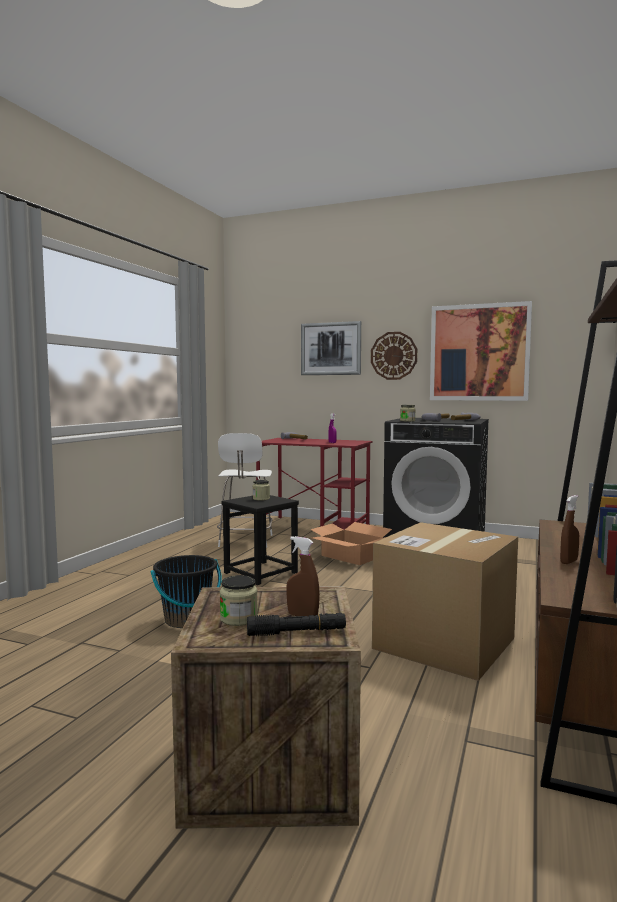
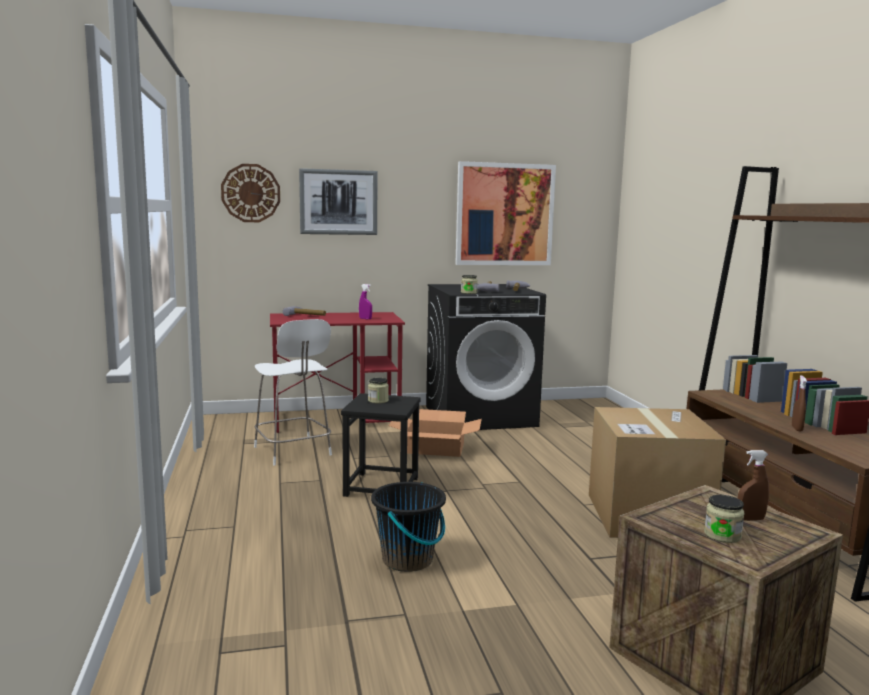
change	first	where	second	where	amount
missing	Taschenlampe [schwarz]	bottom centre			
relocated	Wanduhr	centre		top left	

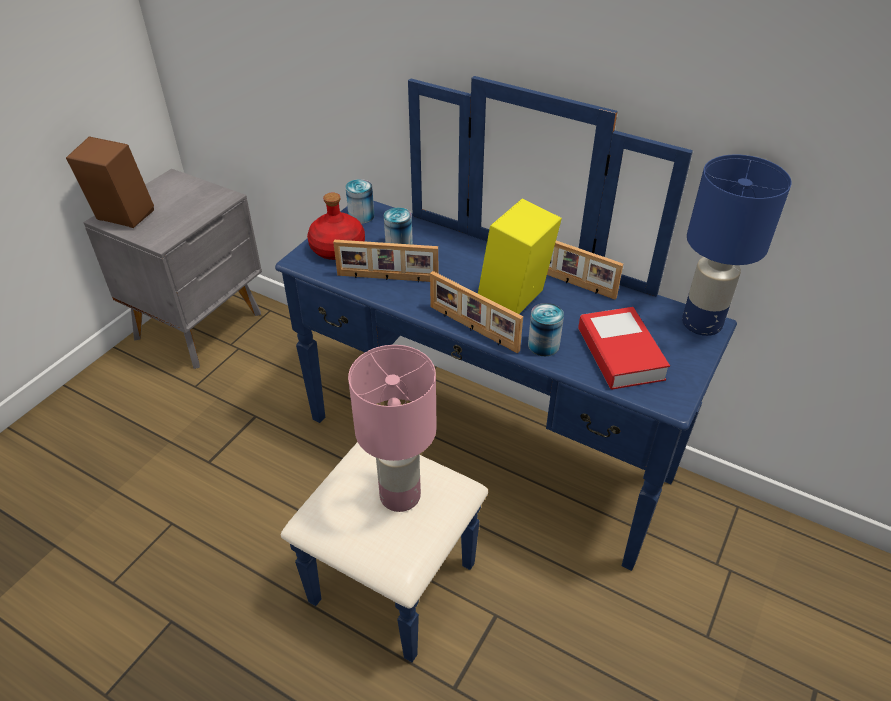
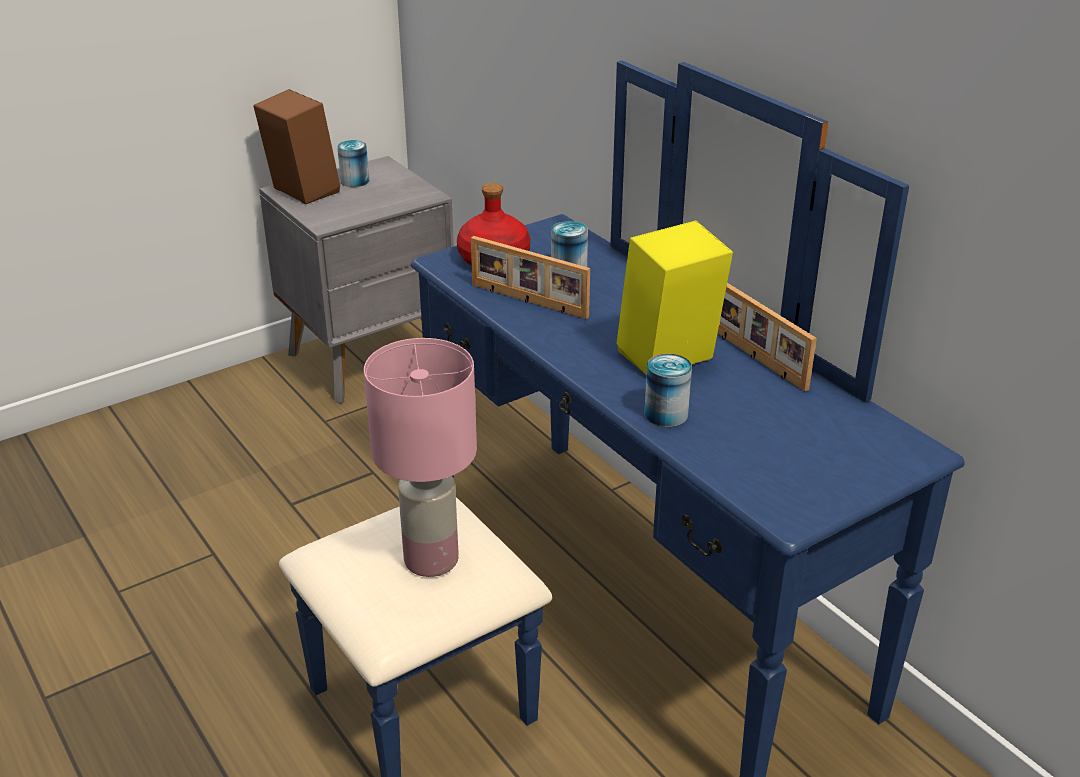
change	first	where	second	where	amount
relocated	Dose (no. 1 from left)	top centre		top left	
missing	Bilderrahmen (no. 2 from left)	centre			
missing	Buch	middle right			
missing	Tischlampe [blau]	middle right			

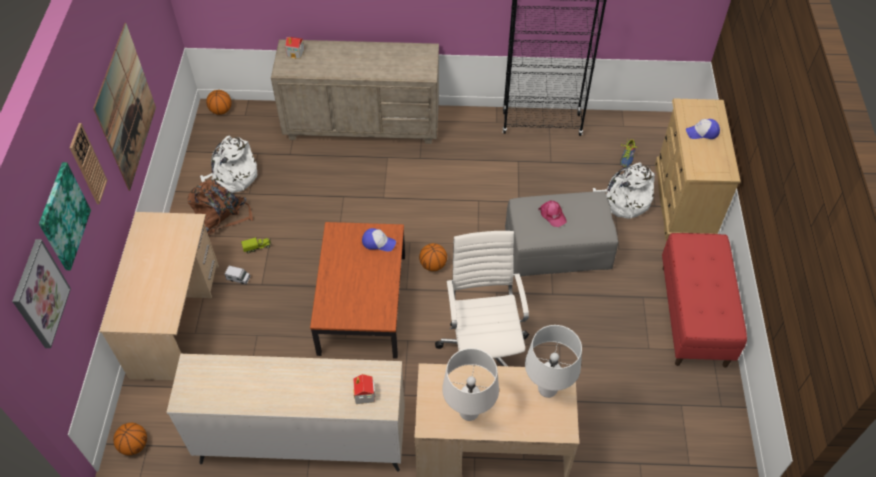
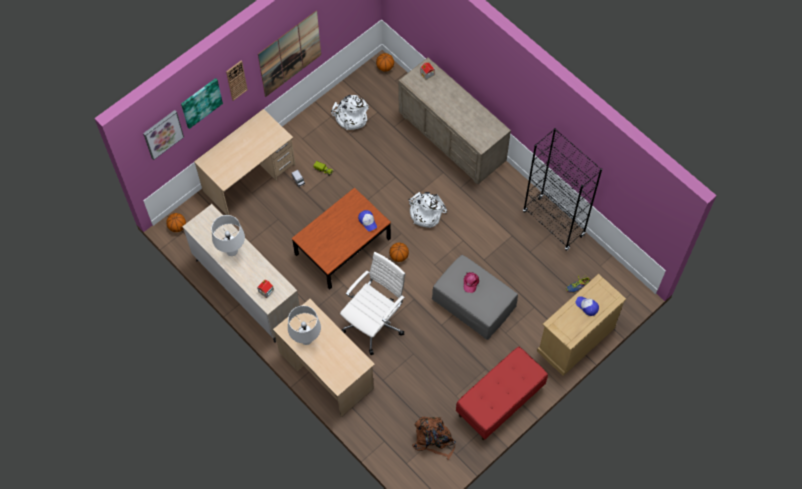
change	first	where	second	where	amount
relocated	Rucksack [braun]	middle left		bottom centre	
relocated	Tischlampe [weiß] (no. 2 from left in the first image)	bottom centre	Tischlampe [weiß] (no. 1 from left)	middle left	
relocated	Rucksack [weiß] (no. 2 from left)	middle right		centre	

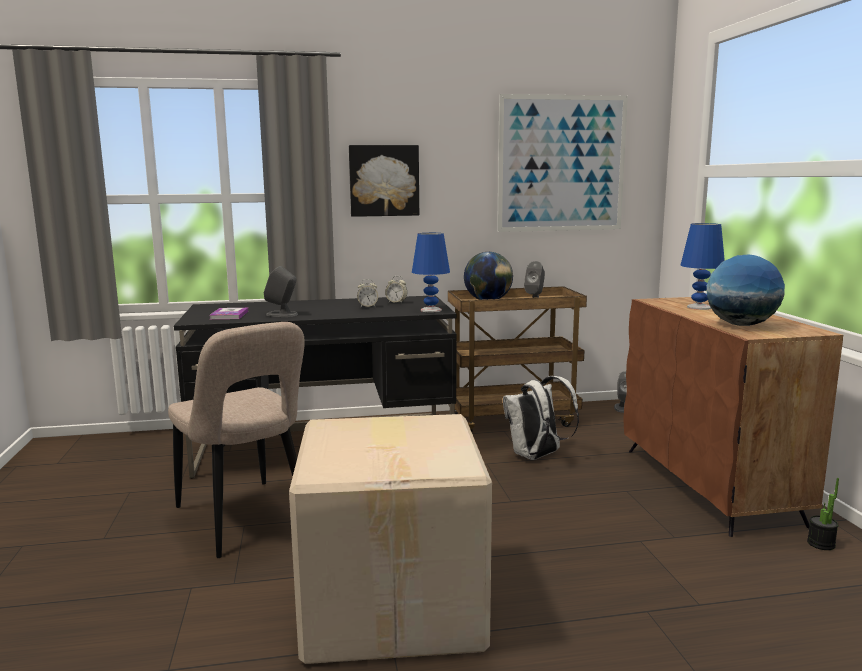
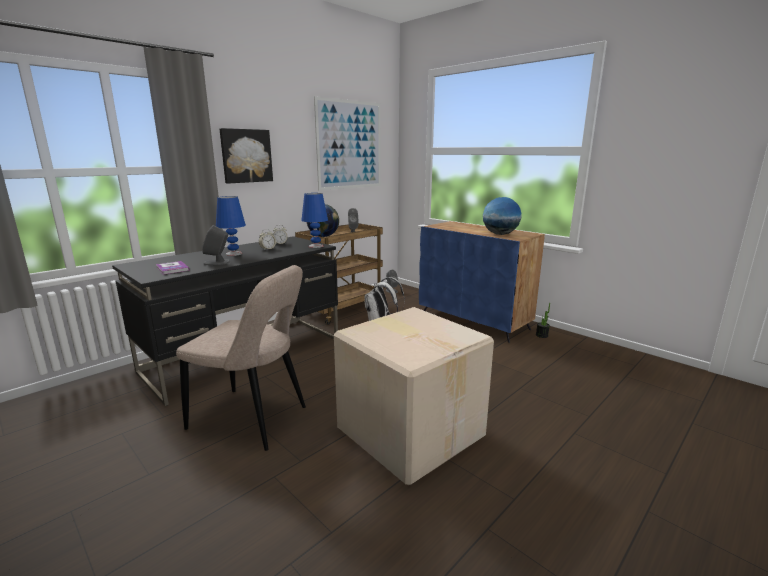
change	first	where	second	where	amount
colour	Schrank [braun]	middle right	Schrank [blau]	centre	
relocated	Tischlampe [blau] (no. 2 from left in the first image)	middle right	Tischlampe [blau] (no. 1 from left)	middle left	

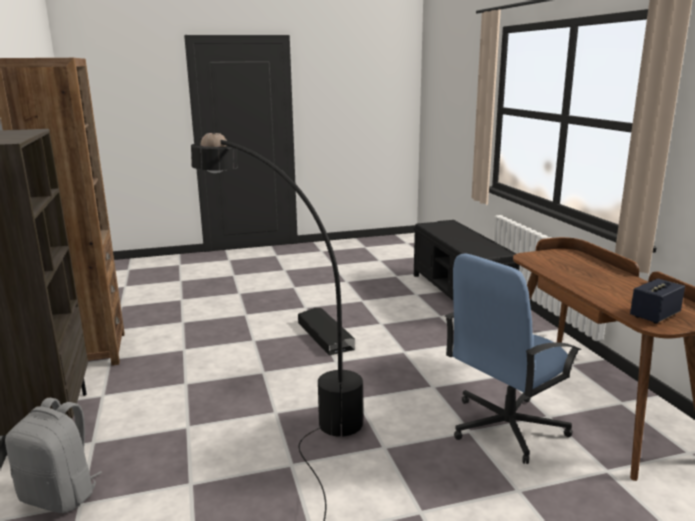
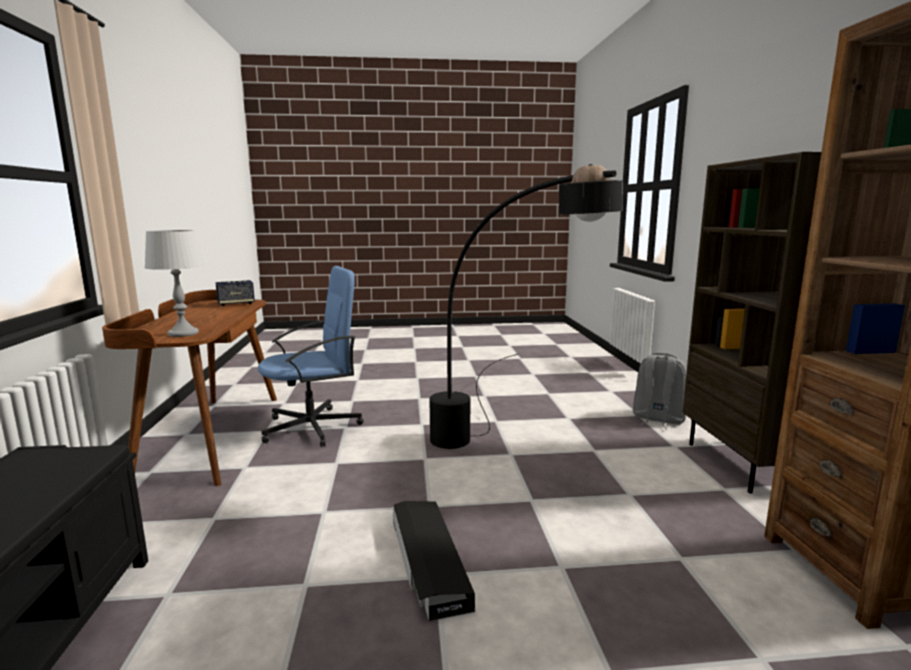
change	first	where	second	where	amount
appeared			Tischlampe [grau]	middle left	

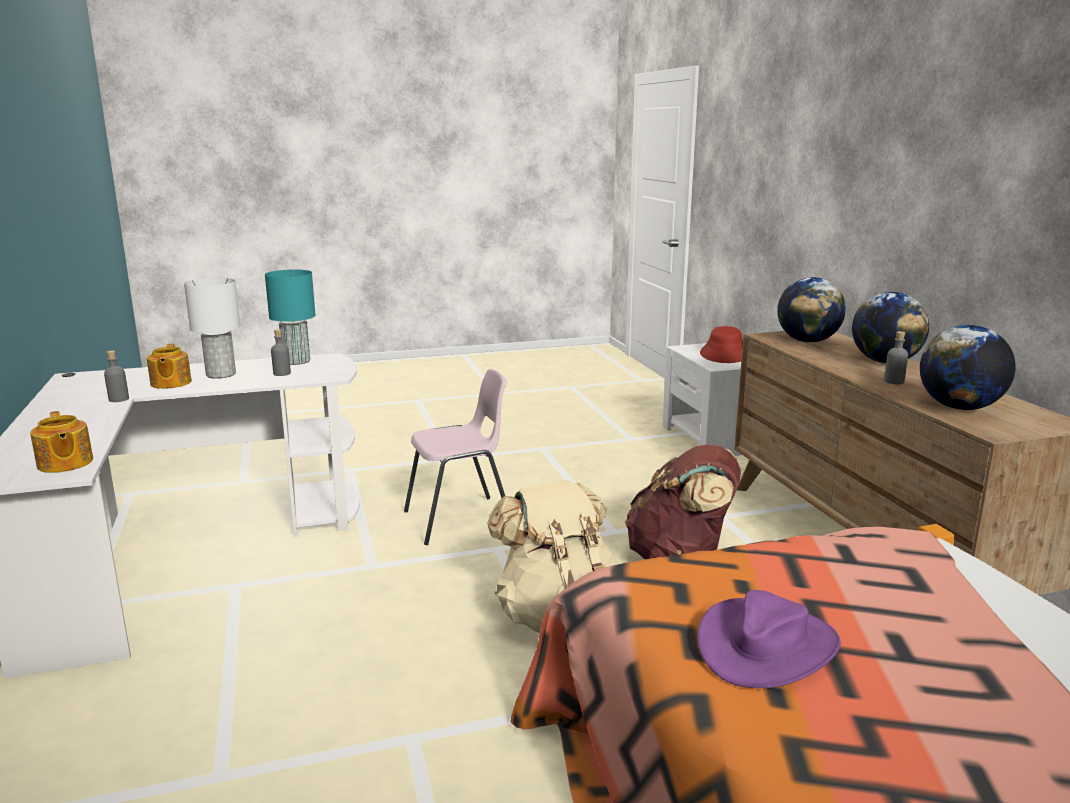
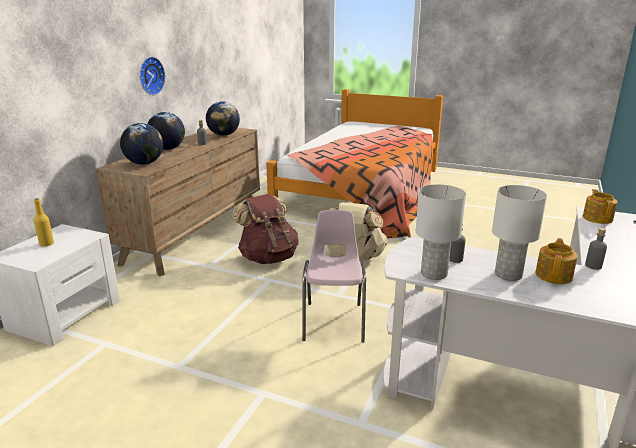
change	first	where	second	where	amount
colour	Tischlampe [türkis]	middle left	Tischlampe [weiß] (no. 1 from left)	middle right	
spun	Stuhl [rosa]	centre		centre	75 degrees clockwise
missing	Hut [lila]	bottom right			
exchanged	Hut [rot]	middle right	Flasche [gelb]	middle left	
appeared			Wanduhr	top left	

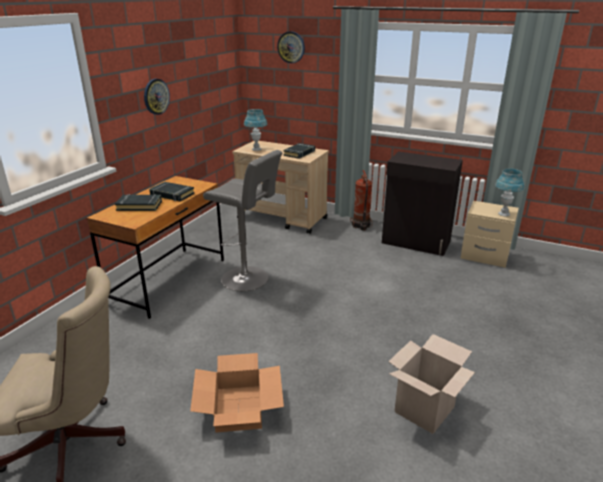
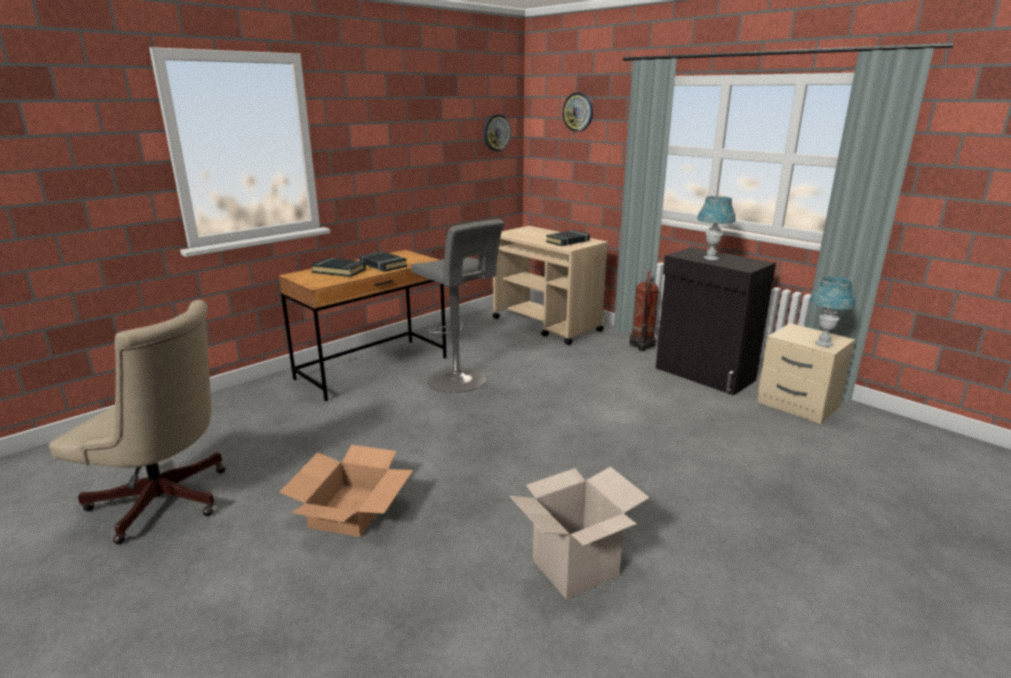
change	first	where	second	where	amount
relocated	Wanduhr (no. 1 from left)	top left		top centre	
relocated	Tischlampe [blau] (no. 1 from left)	top centre		middle right	

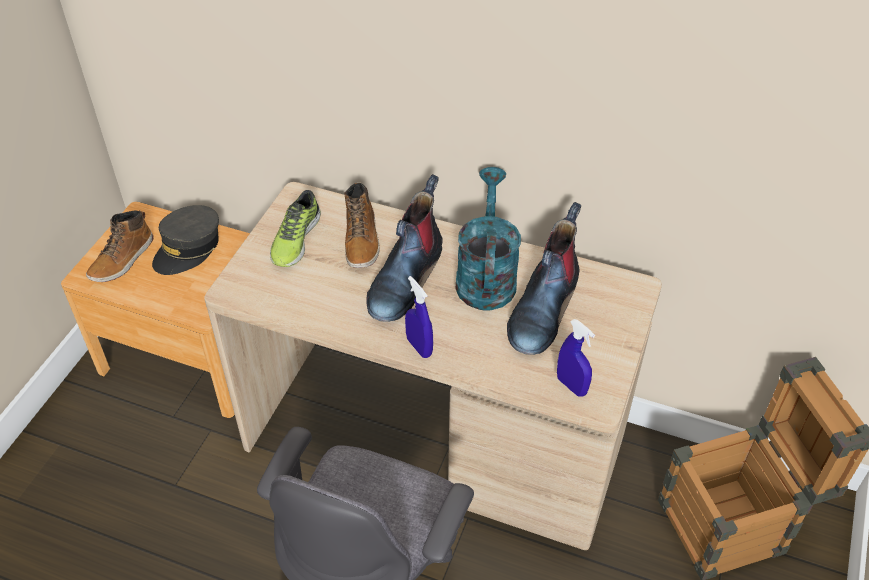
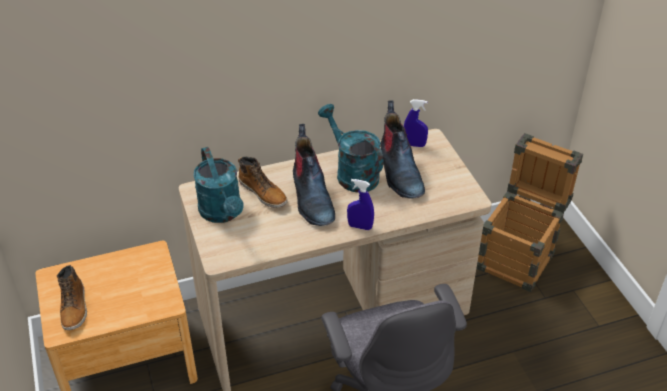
change	first	where	second	where	amount
missing	Kappe [grau]	middle left			
exchanged	Schuh	centre	Gießkanne [türkis] (no. 1 from left)	middle left	
relocated	Sprühflasche [blau] (no. 2 from left)	centre		top centre	

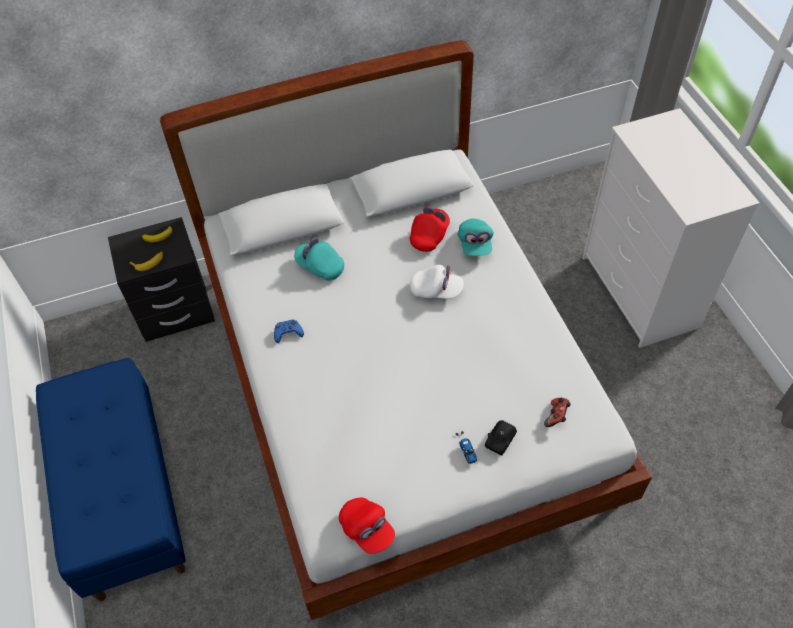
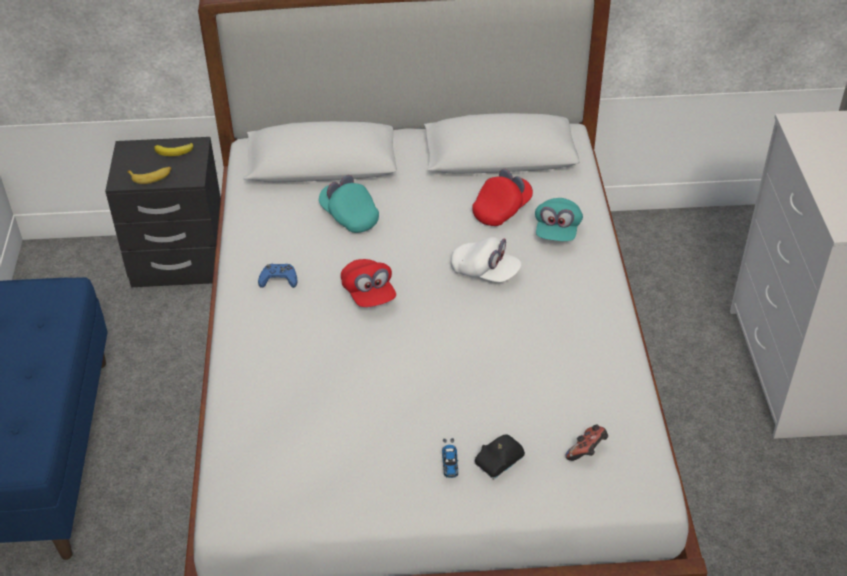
change	first	where	second	where	amount
relocated	Kappe [rot] (no. 1 from left)	bottom centre		centre	

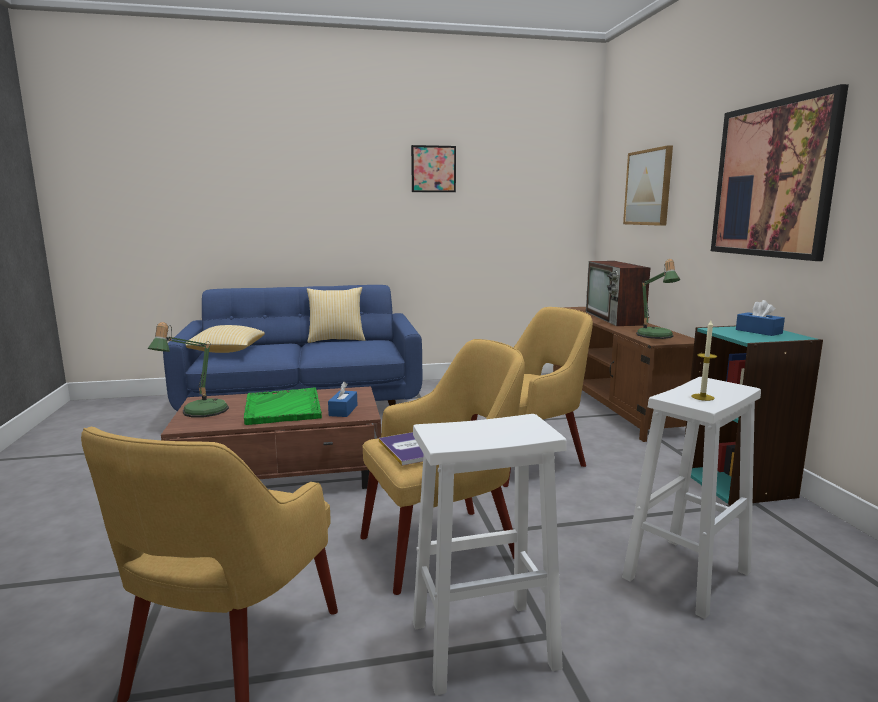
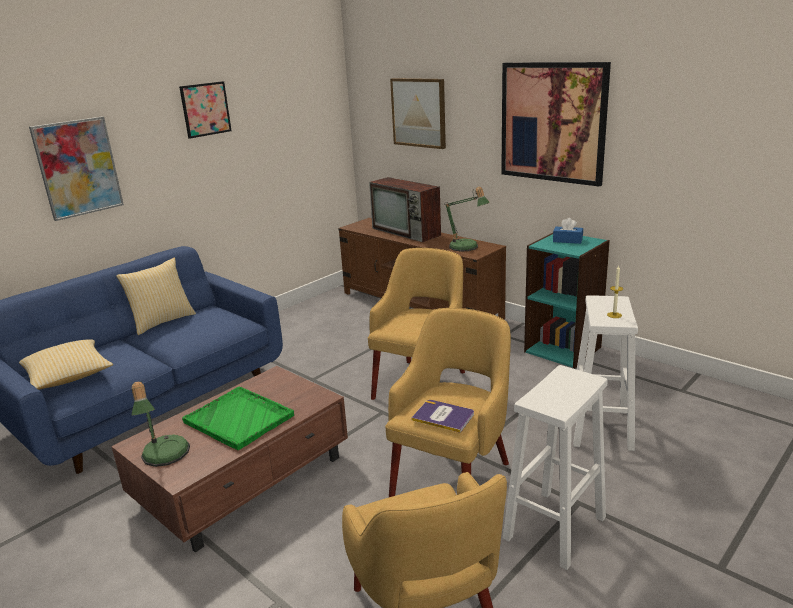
change	first	where	second	where	amount
missing	Taschentuchbox [blau] (no. 1 from left)	centre			
appeared			Bild (no. 1 from left)	top left	

